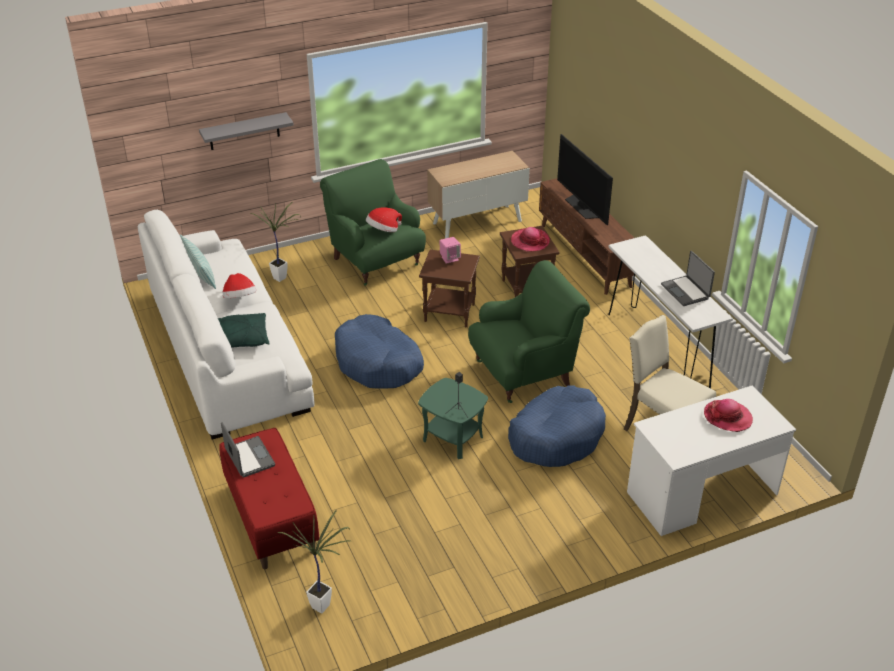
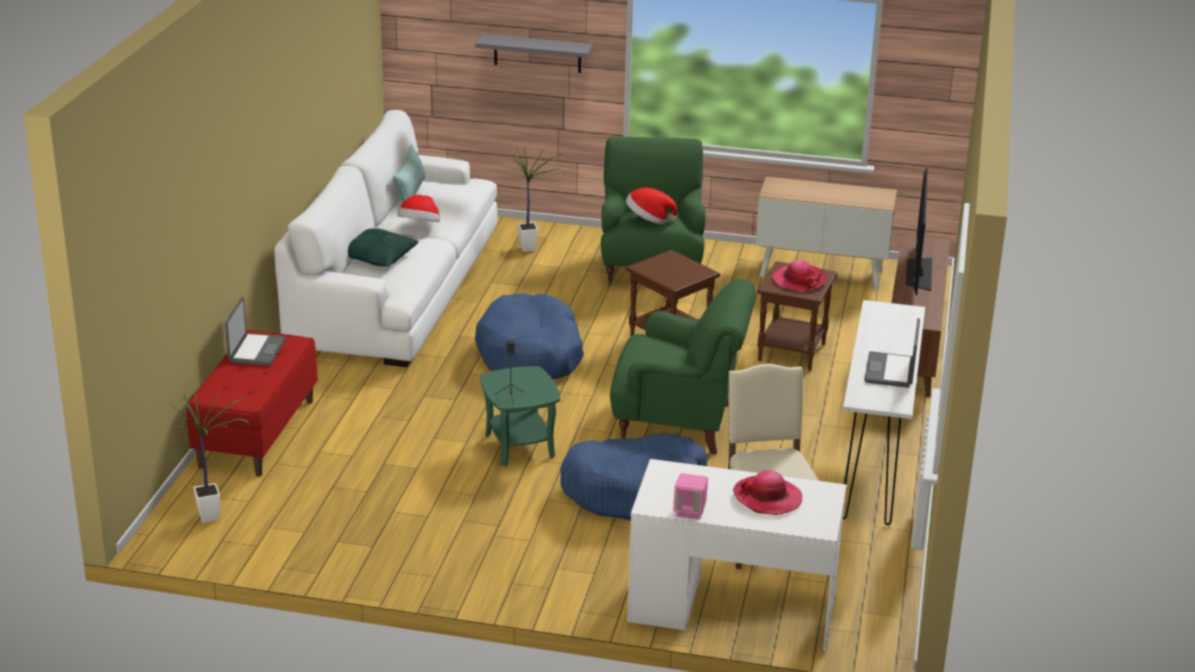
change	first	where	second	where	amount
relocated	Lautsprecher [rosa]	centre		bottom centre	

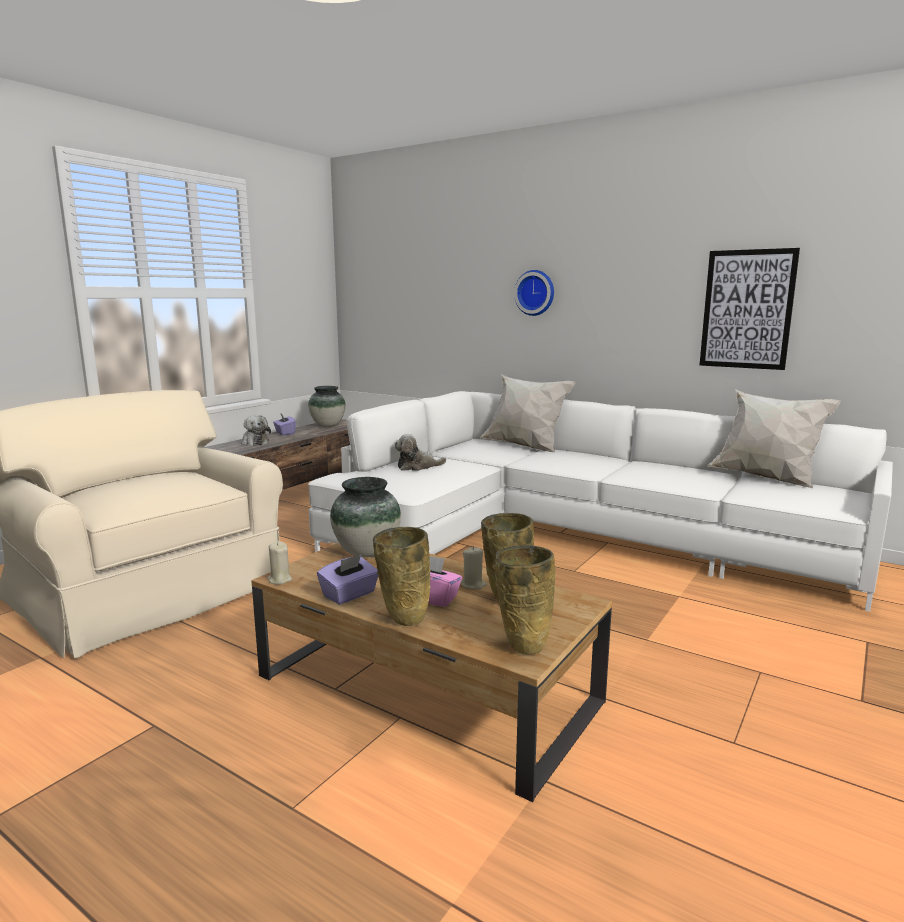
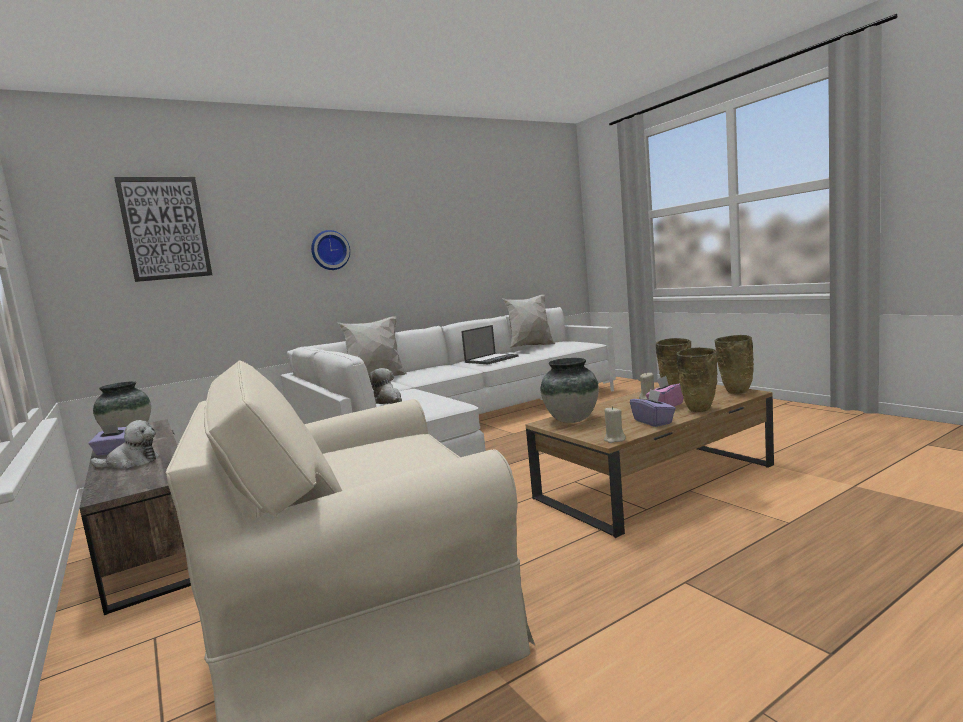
change	first	where	second	where	amount
spun	Plüschtier (no. 2 from left)	centre		centre	135 degrees clockwise
relocated	Bild	middle right		top left	
appeared			Laptop	centre	

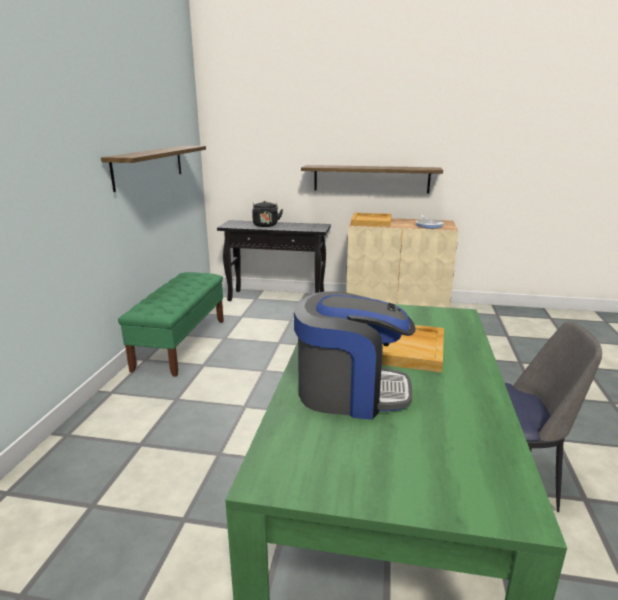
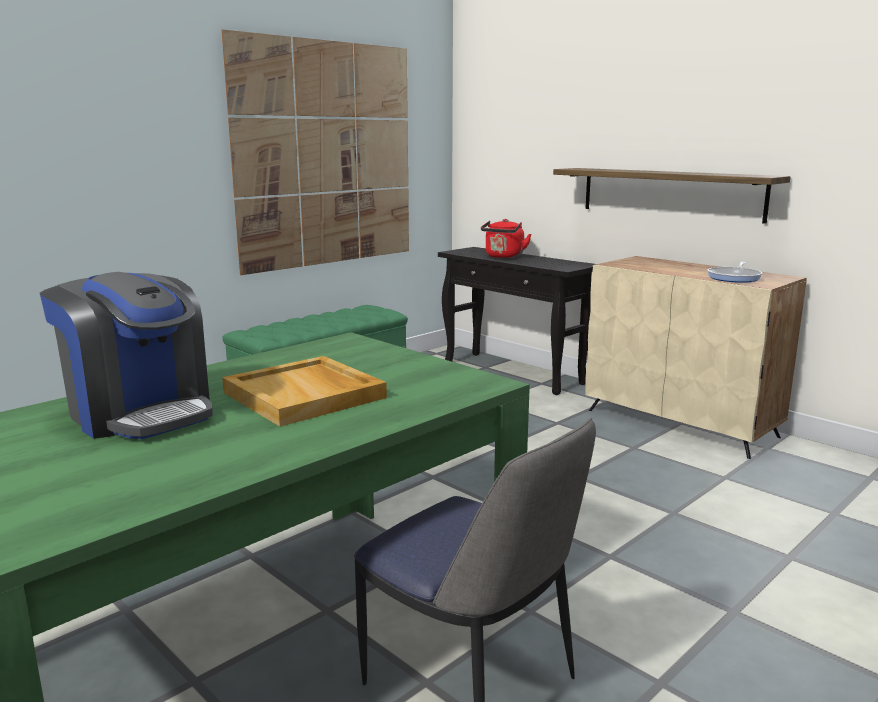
change	first	where	second	where	amount
exchanged	Wandregal (no. 1 from left)	top left	Bild	top centre	
colour	Wasserkessel [schwarz]	centre	Wasserkessel [rot]	centre	
missing	Tablett [beige] (no. 1 from left)	centre			

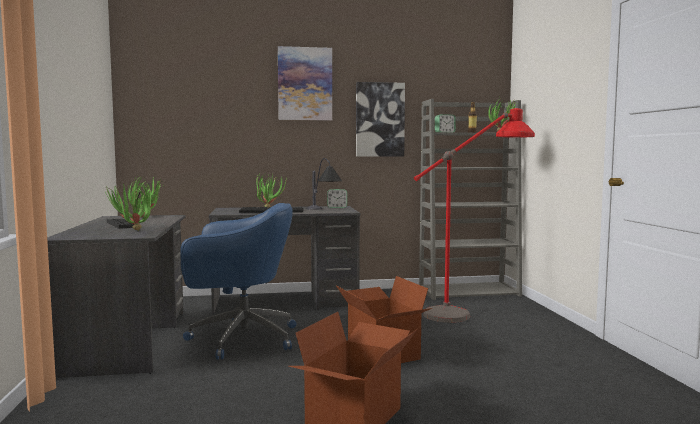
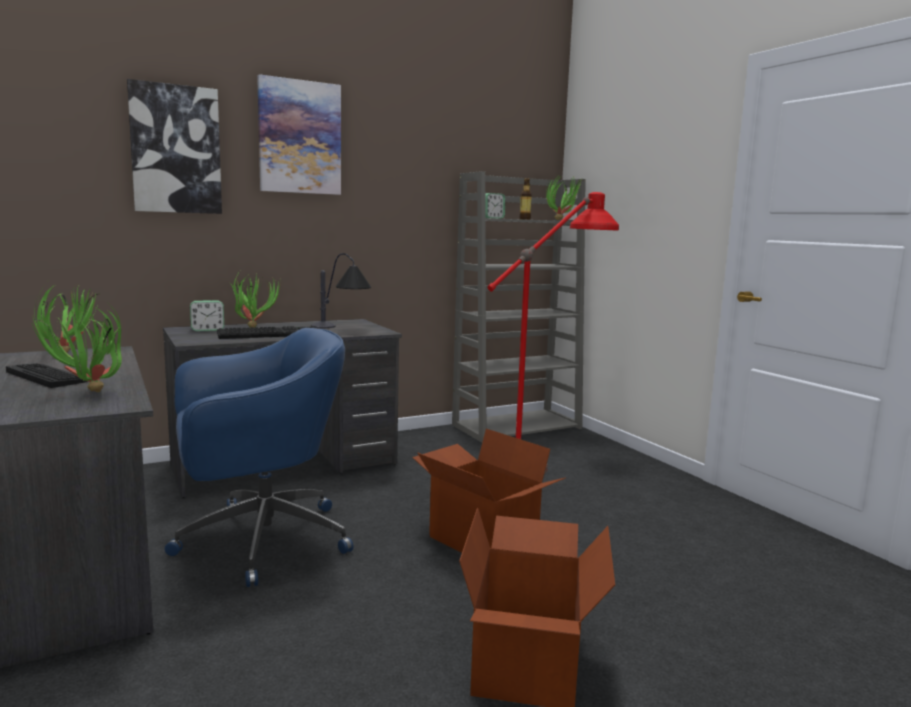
change	first	where	second	where	amount
relocated	Wecker (no. 1 from left)	centre		middle left	
relocated	Bild (no. 2 from left in the first image)	top centre	Bild (no. 1 from left)	top left	

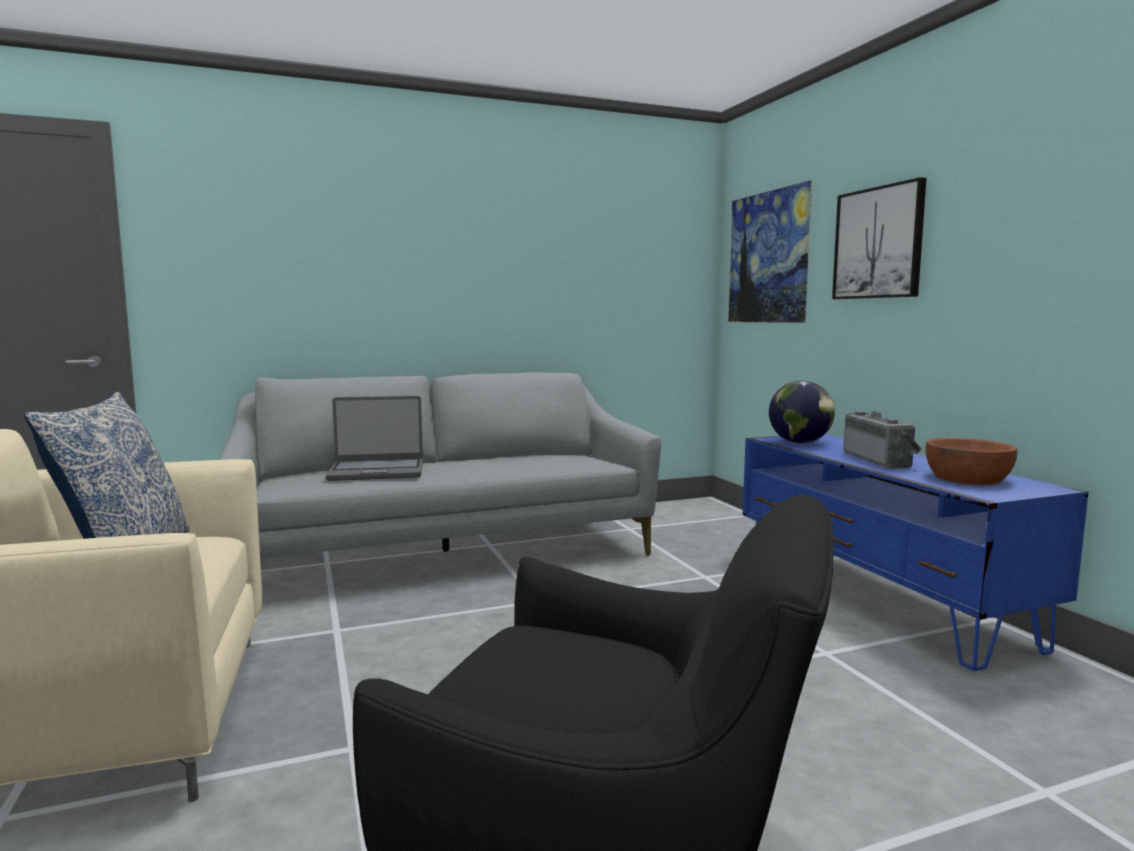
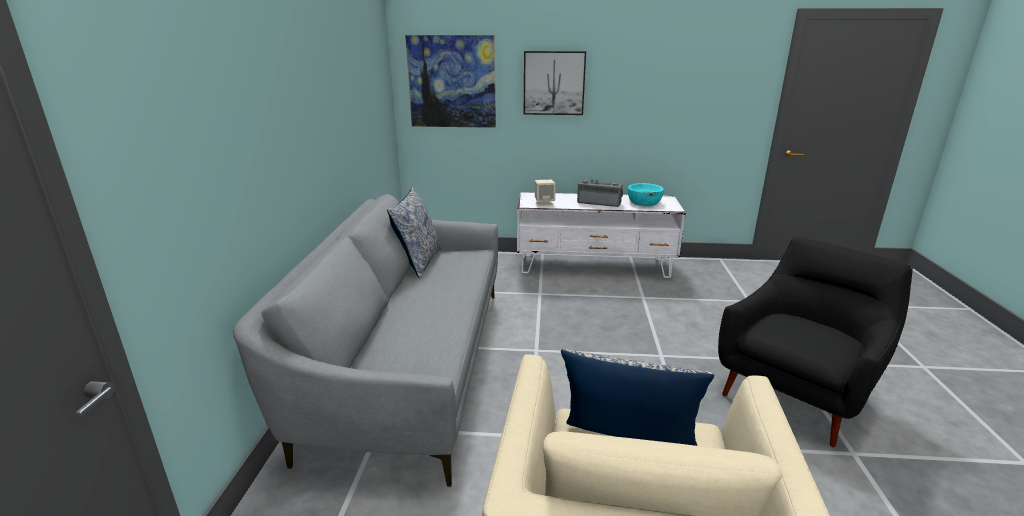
change	first	where	second	where	amount
missing	Laptop	middle left			
colour	Fernsehschrank [blau]	middle right	Fernsehschrank [weiß]	centre	
exchanged	Globus	middle right	Lautsprecher [beige]	centre	
colour	Schüssel [braun]	middle right	Schüssel [türkis]	centre	
appeared			Kissen (no. 1 from left)	centre	

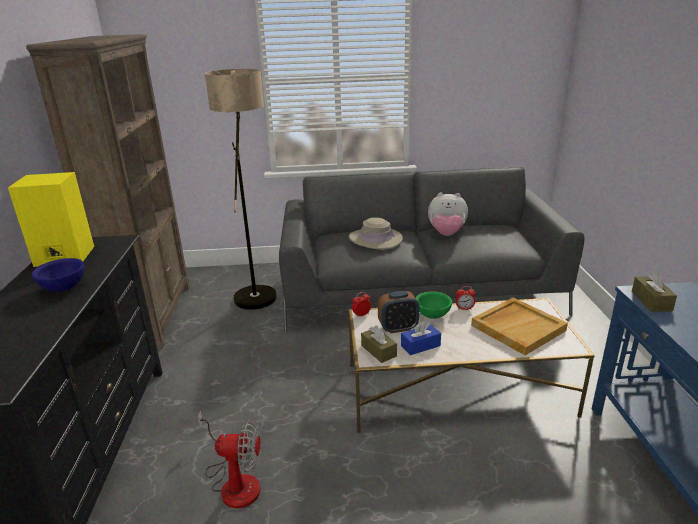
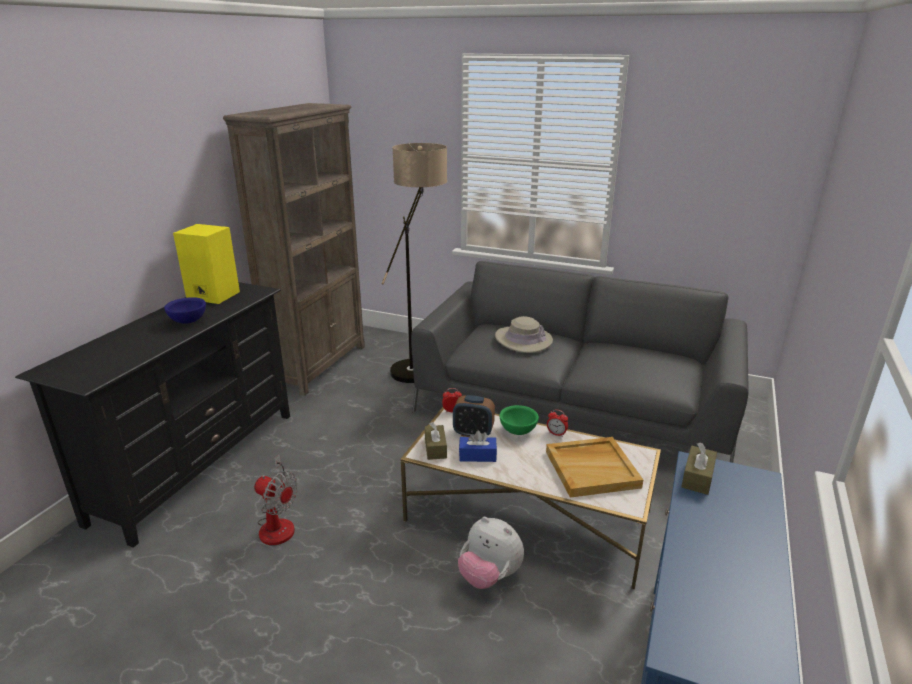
change	first	where	second	where	amount
relocated	Plüschtier	centre		bottom centre	

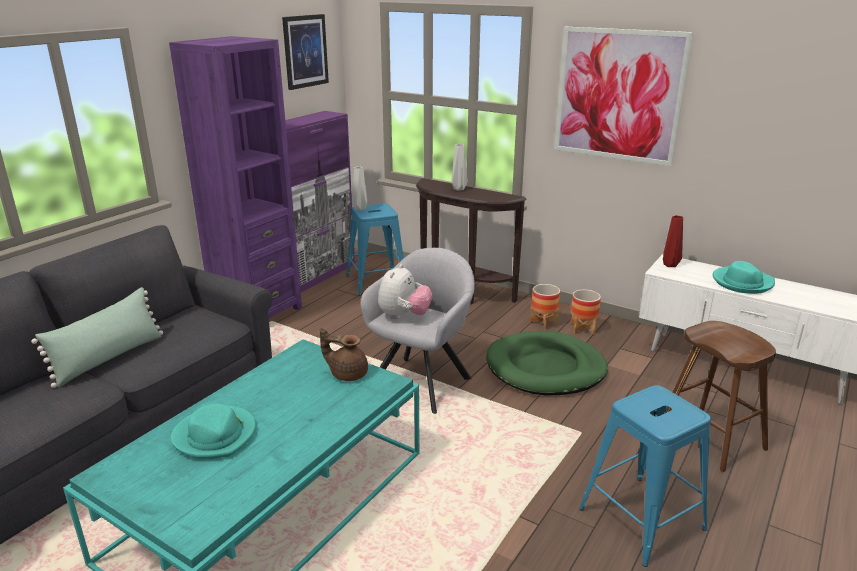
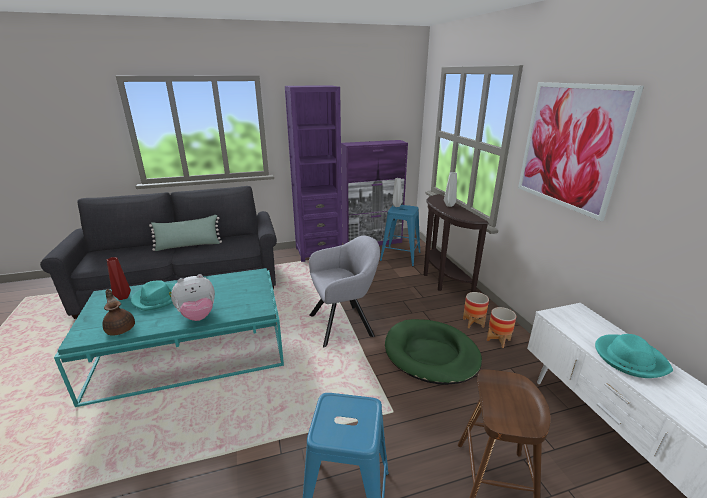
change	first	where	second	where	amount
missing	Bild (no. 1 from left)	top centre			
relocated	Teekanne [braun]	centre		middle left	
relocated	Plüschtier	centre		middle left	
relocated	Vase [rot]	middle right		middle left	

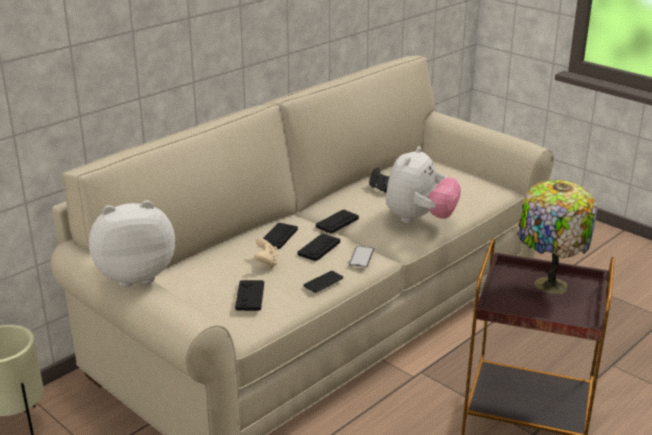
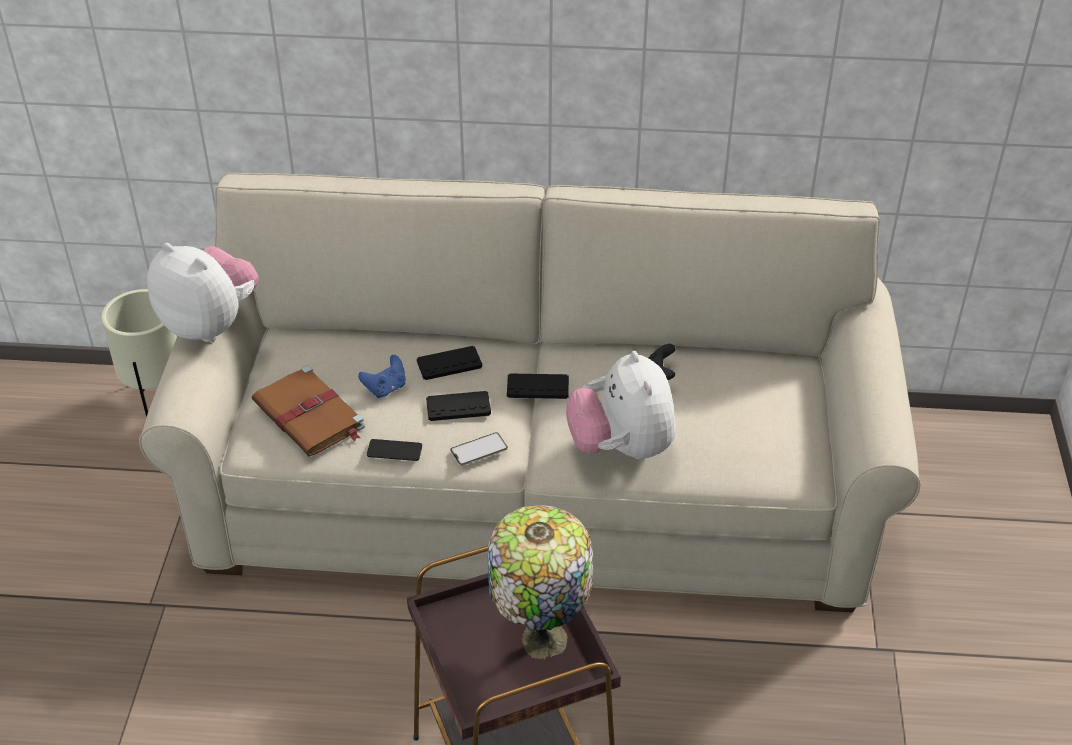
change	first	where	second	where	amount
exchanged	Gamepad [schwarz] (no. 1 from left)	bottom centre	Buch [braun]	middle left	
colour	Gamepad [beige]	centre	Gamepad [blau]	centre	
spun	Plüschtier (no. 2 from left)	centre		centre	90 degrees clockwise

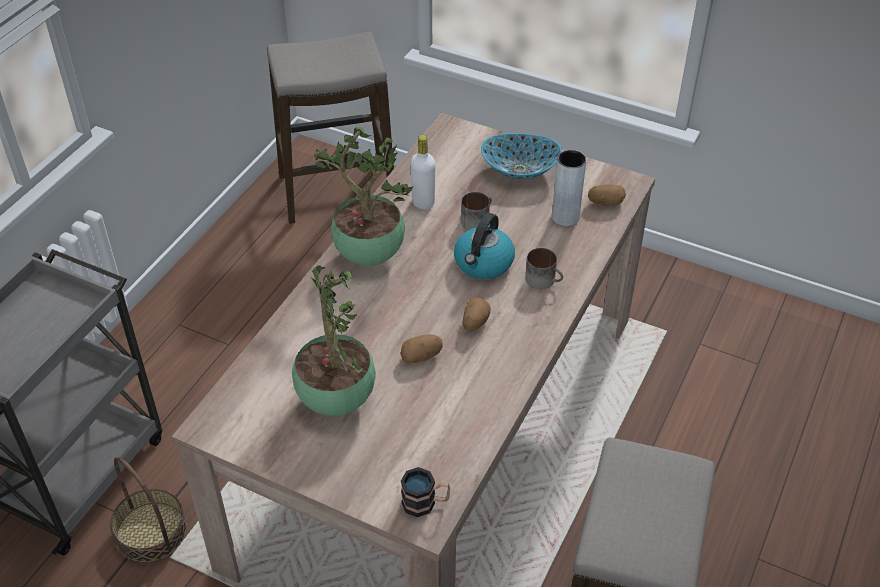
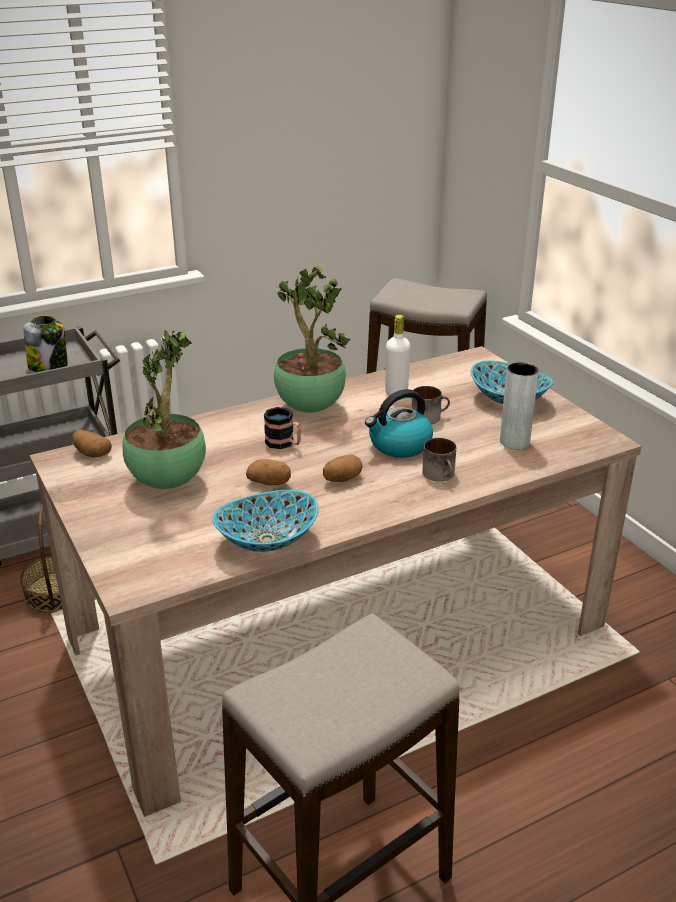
change	first	where	second	where	amount
relocated	Henkelbecher (no. 1 from left)	bottom centre		centre	
relocated	Kartoffel (no. 3 from left in the first image)	top right	Kartoffel (no. 1 from left)	middle left	
appeared			Vorratsglas	middle left	
appeared			Schüssel (no. 1 from left)	centre	

